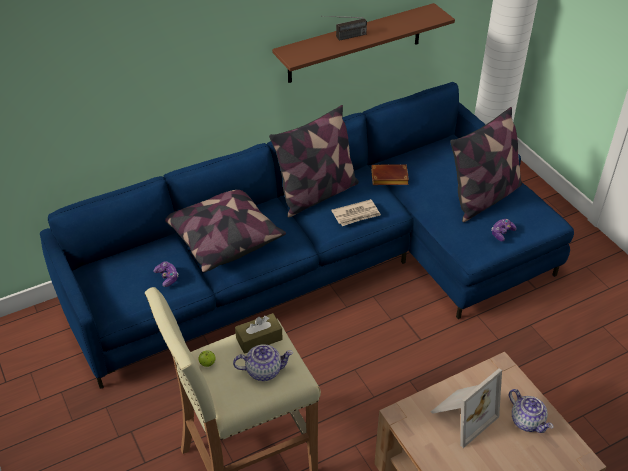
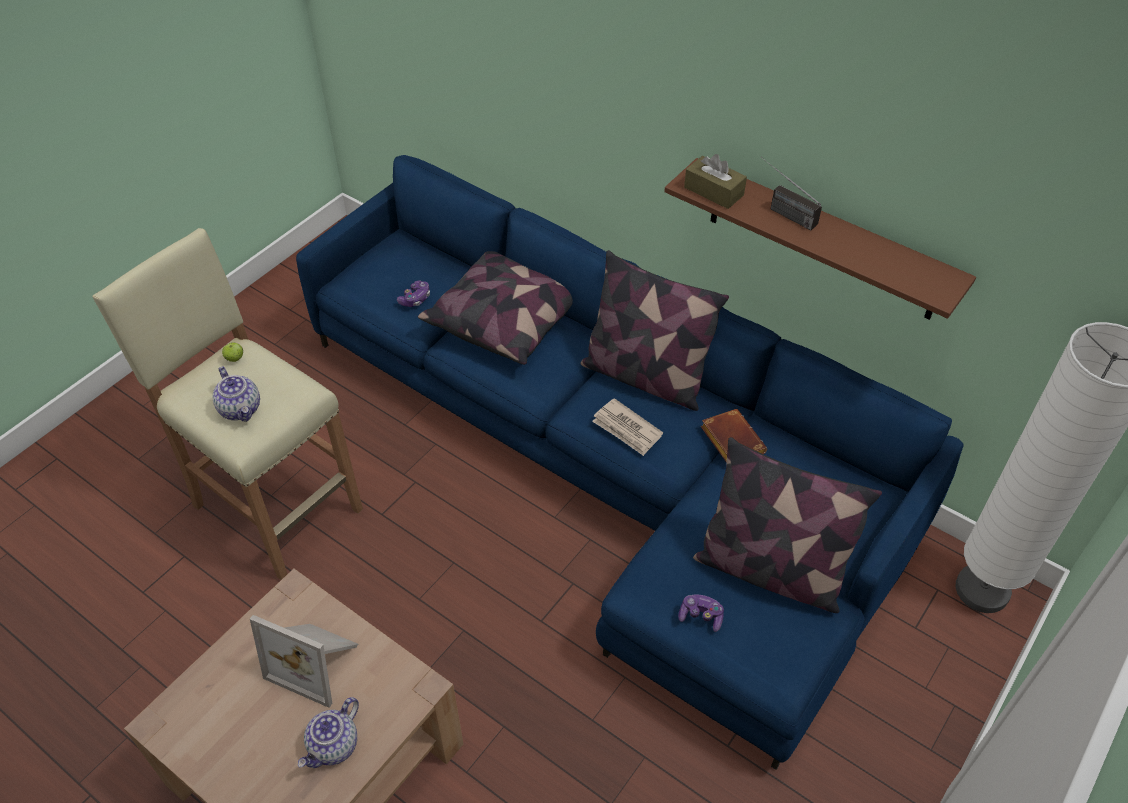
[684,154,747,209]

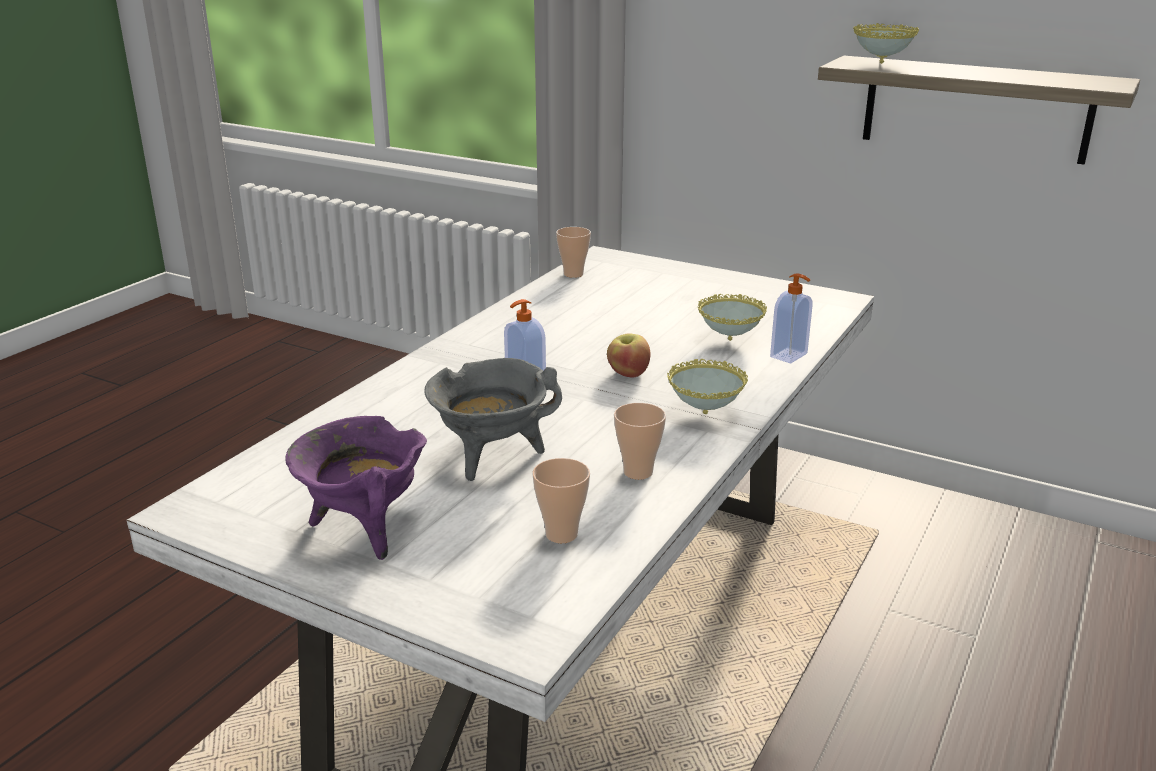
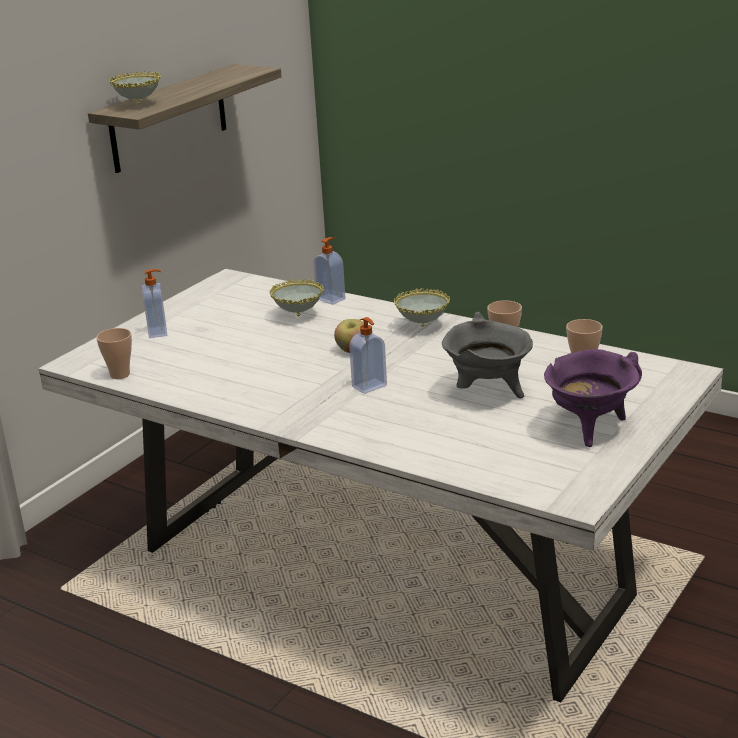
[142,269,167,338]

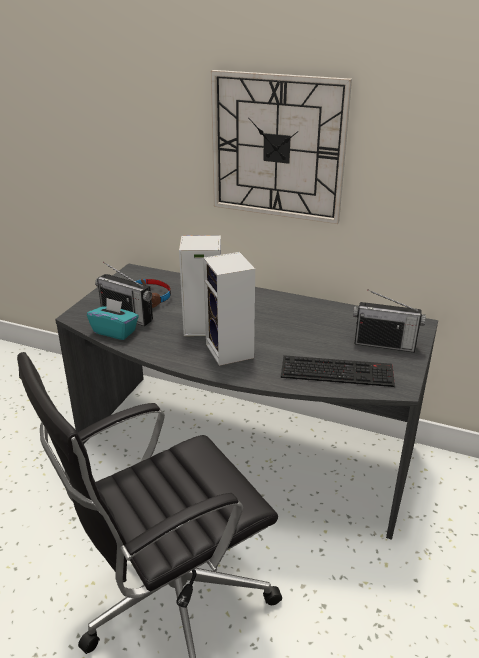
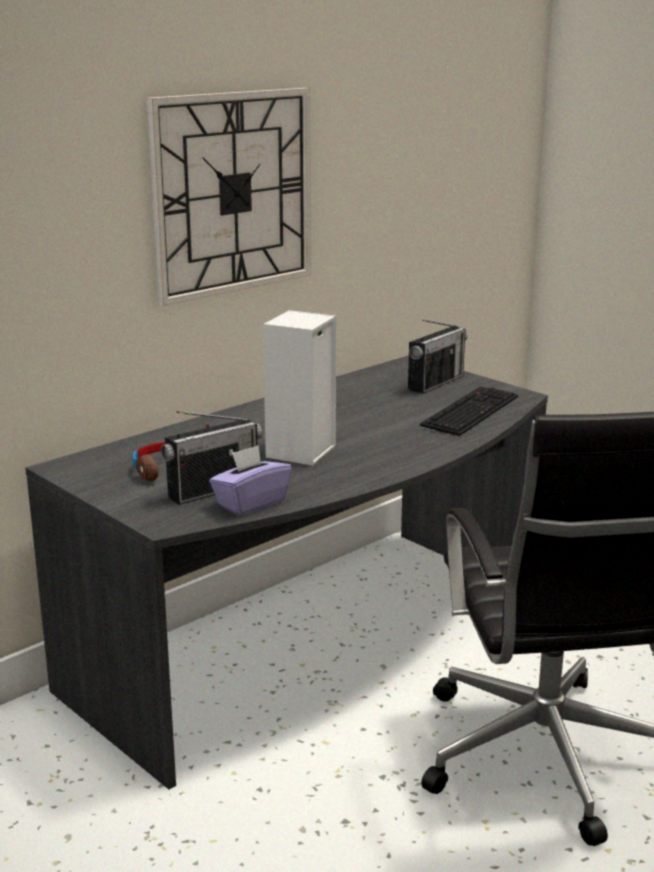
[209,445,292,516]
[203,252,255,366] (first image)

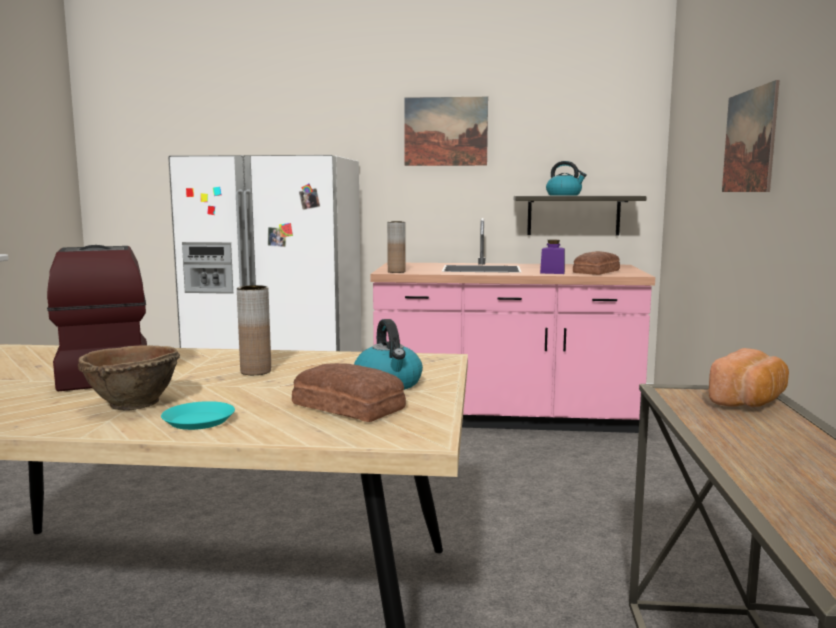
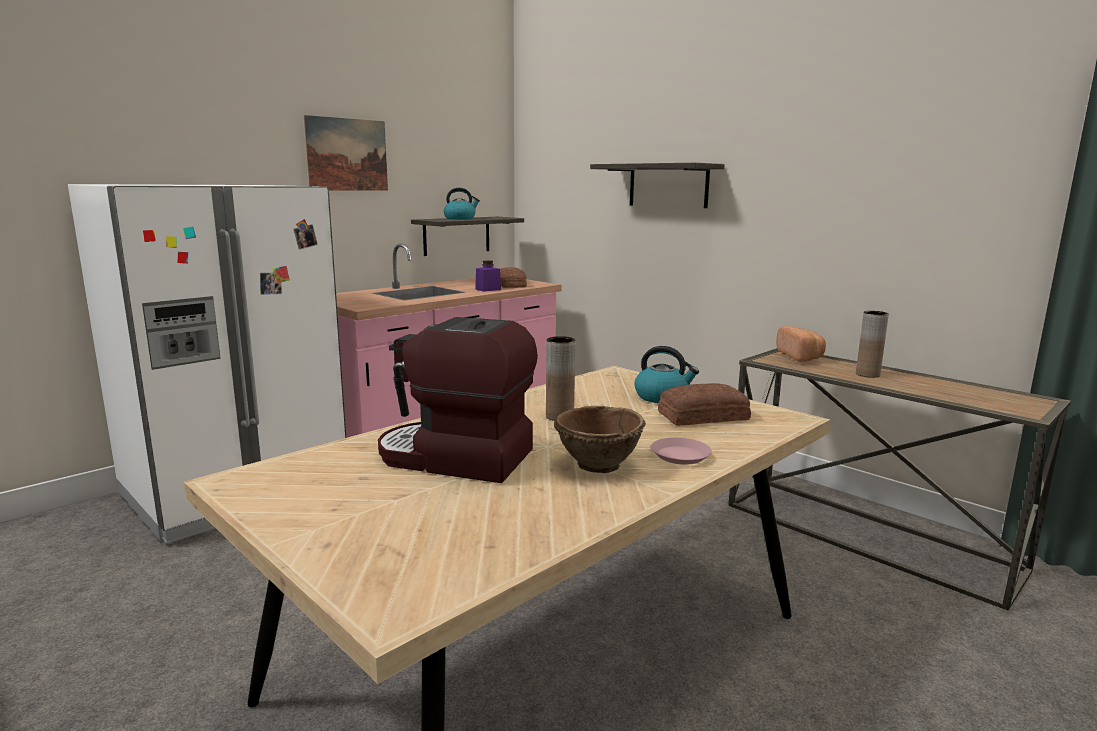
[651,437,712,465]
[856,311,889,378]
[590,163,725,208]

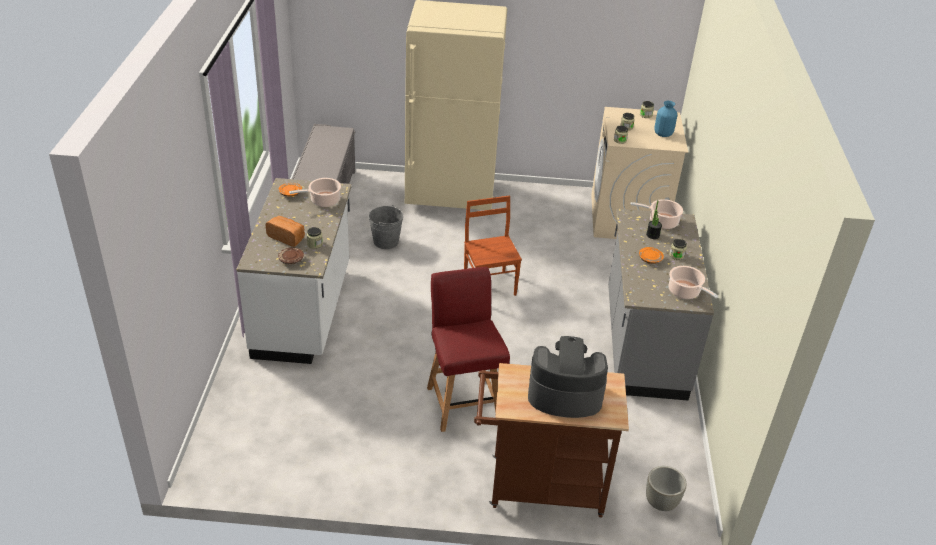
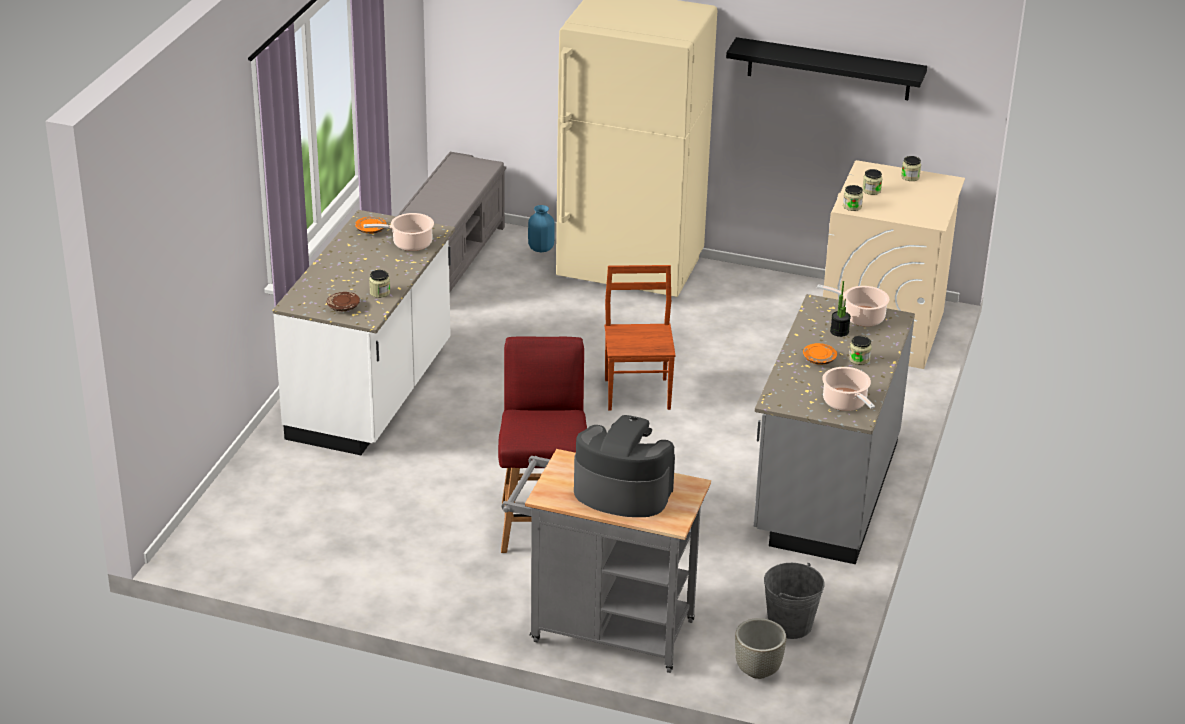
[265,216,305,247] (first image)
[764,563,824,639]
[502,449,711,673]
[528,205,555,252]
[726,37,927,100]

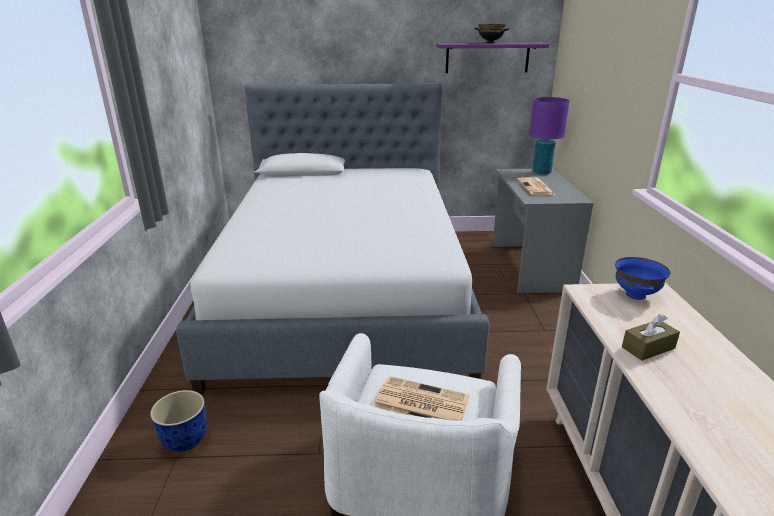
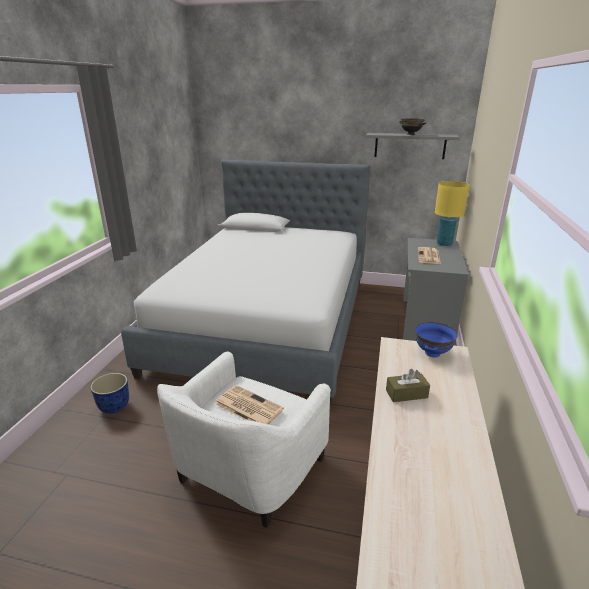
[366,133,459,159]
[435,181,470,246]

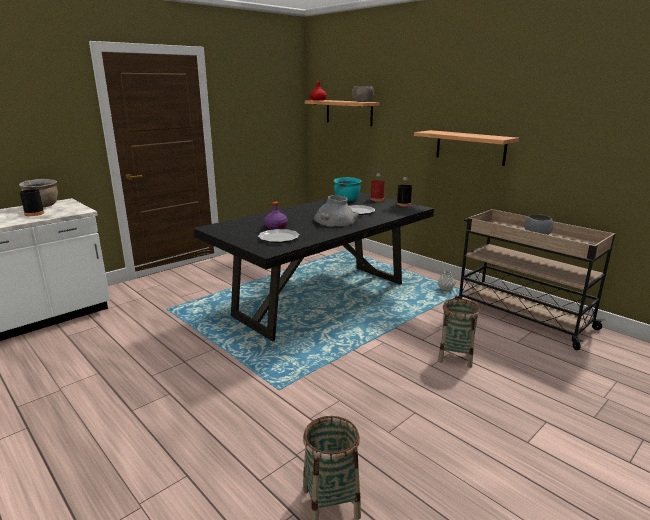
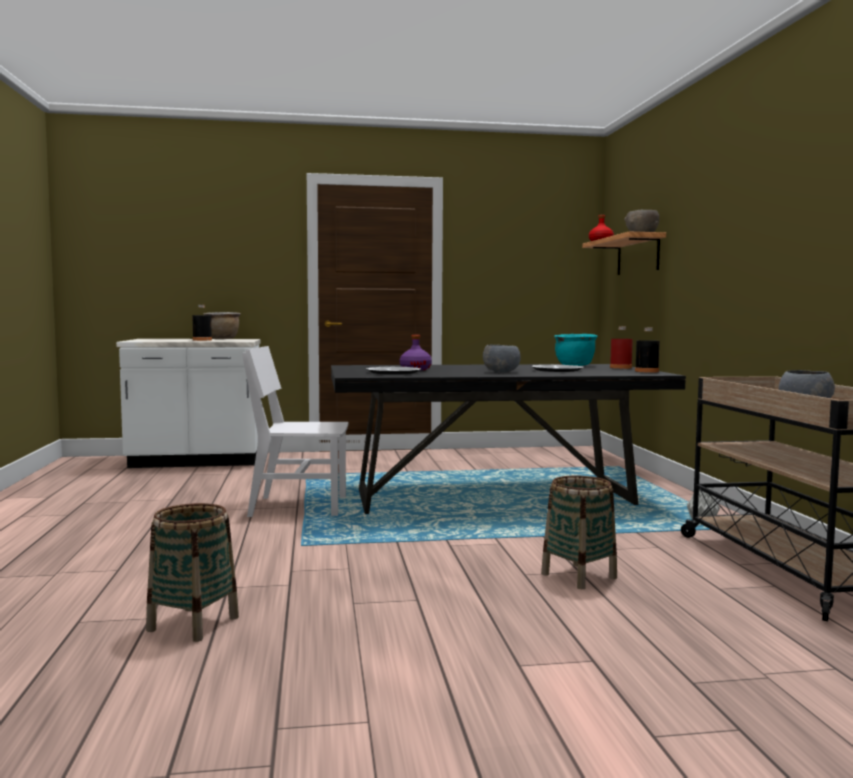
[483,345,521,372]
[414,130,519,166] (first image)
[242,346,348,517]

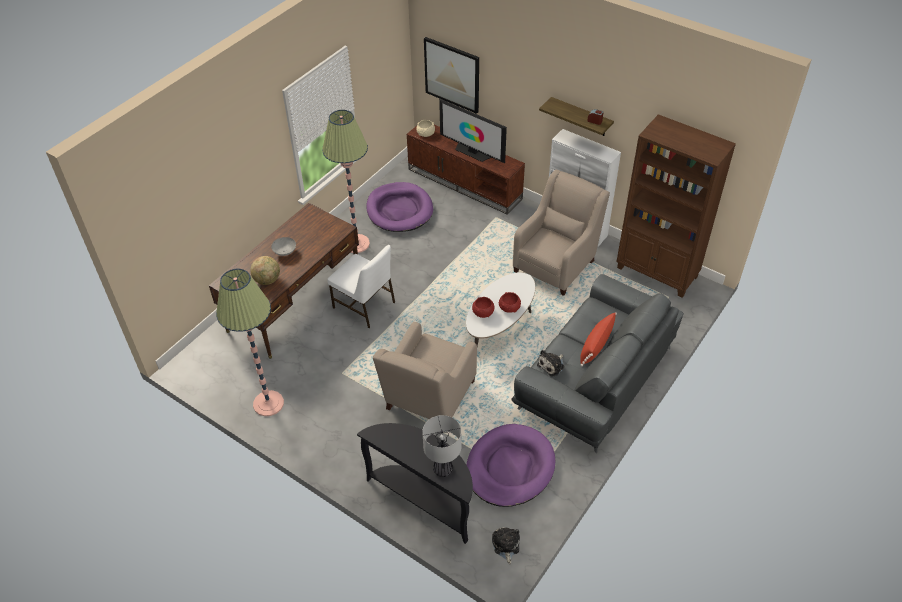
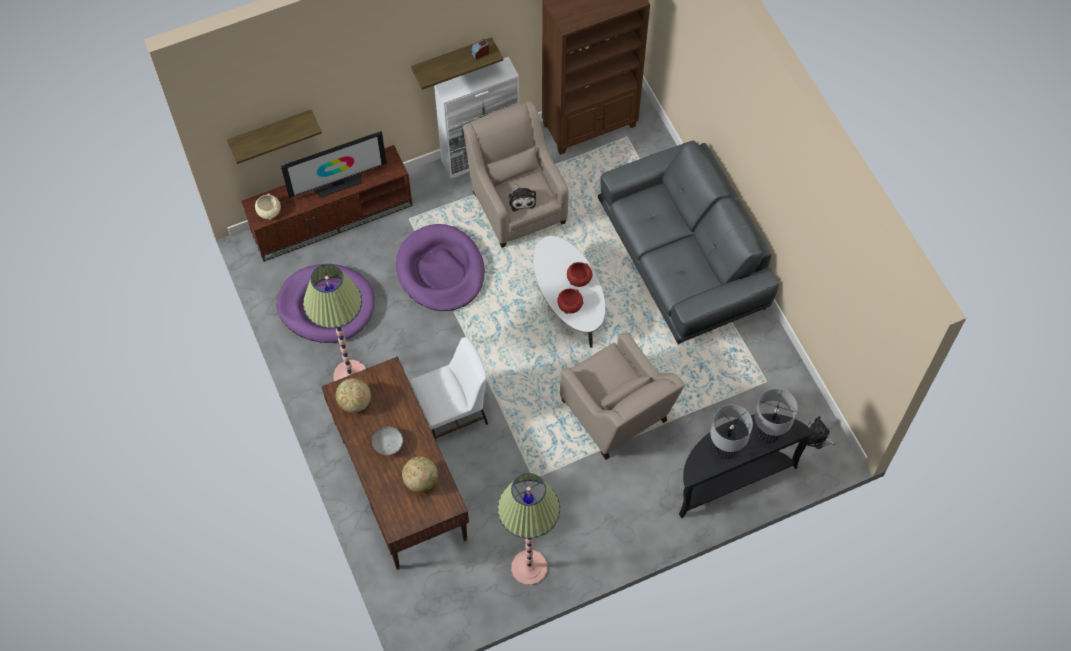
[227,110,322,164]
[396,224,485,311]
[509,184,536,211]
[580,312,617,366] (first image)
[336,378,371,413]
[710,405,753,459]

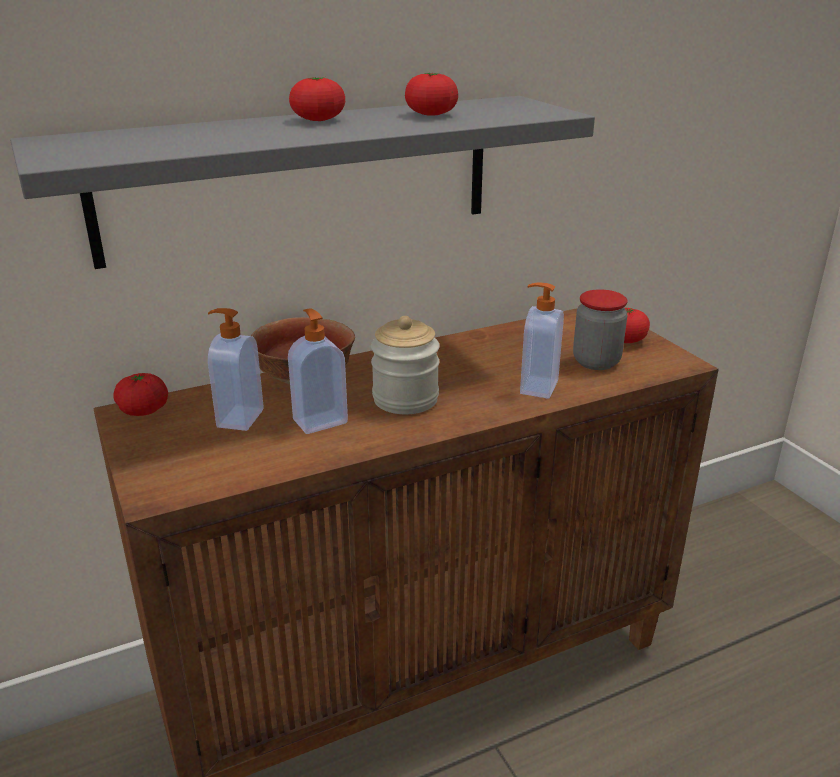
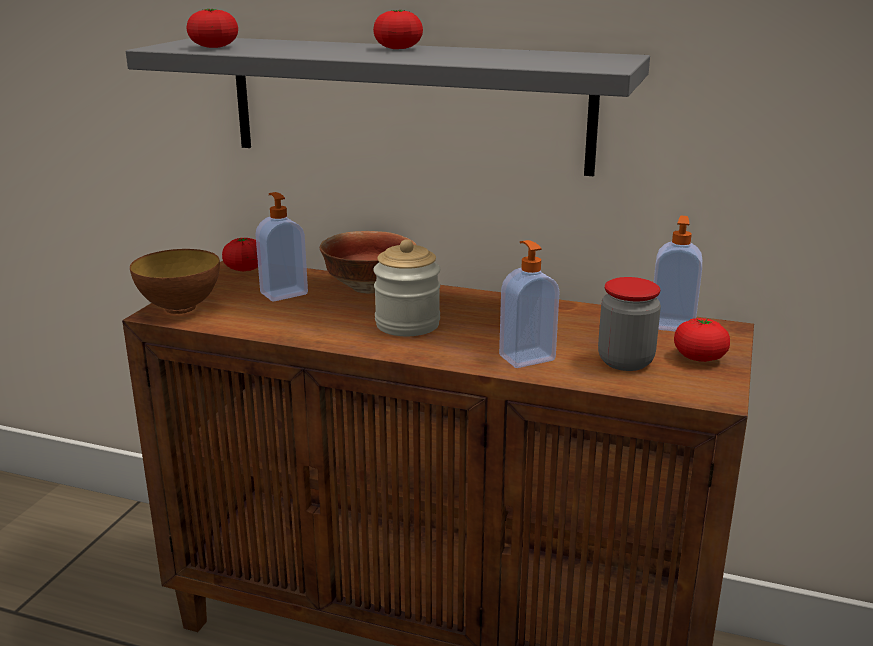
[654,216,702,331]
[187,9,238,48]
[130,249,220,314]

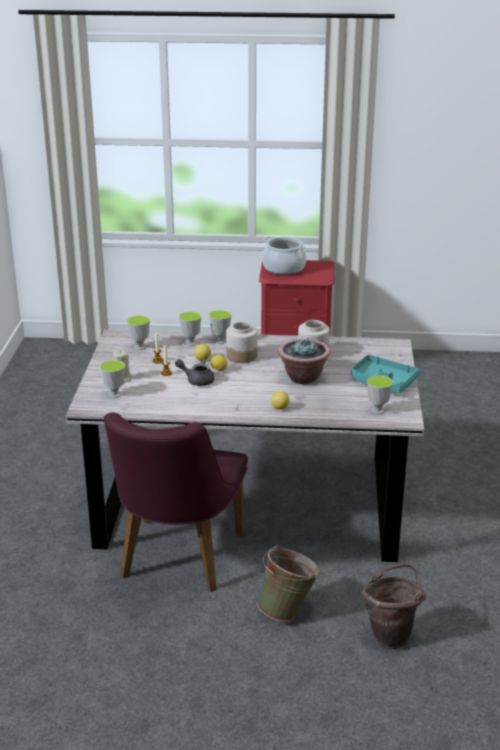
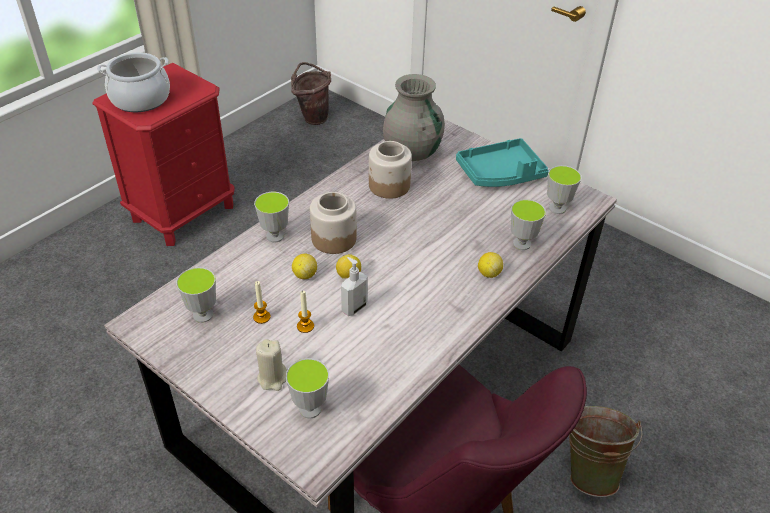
[341,257,368,316]
[511,199,546,250]
[278,338,330,384] (first image)
[291,62,331,125]
[383,74,445,161]

